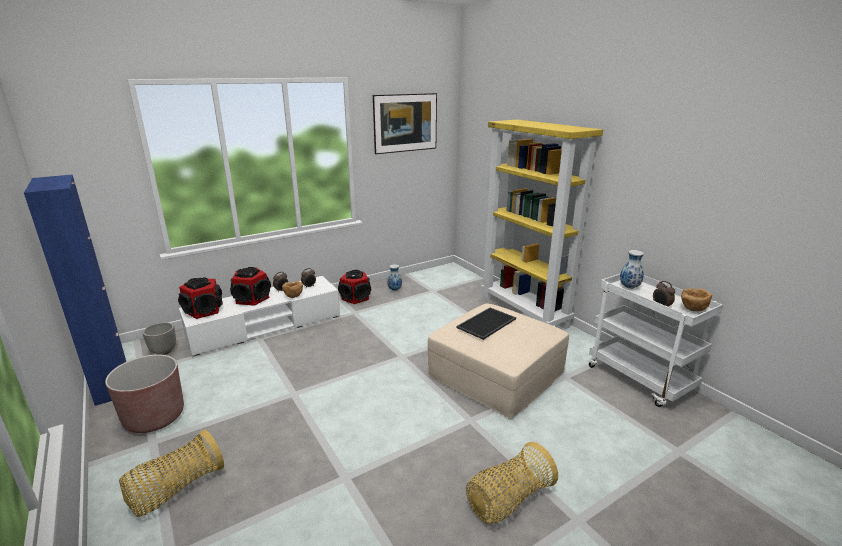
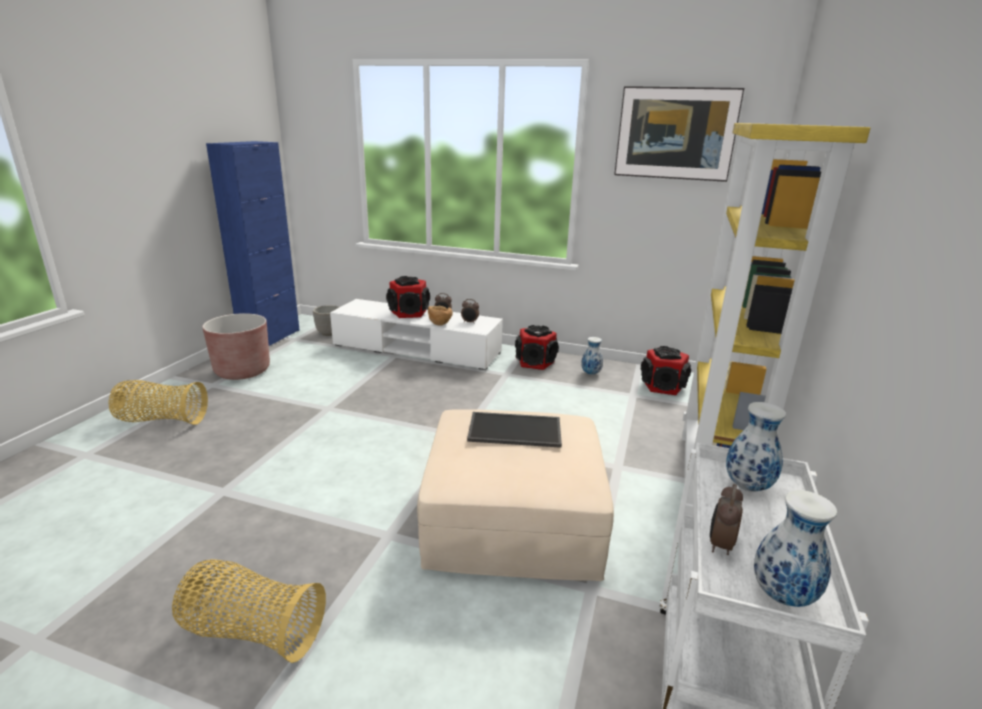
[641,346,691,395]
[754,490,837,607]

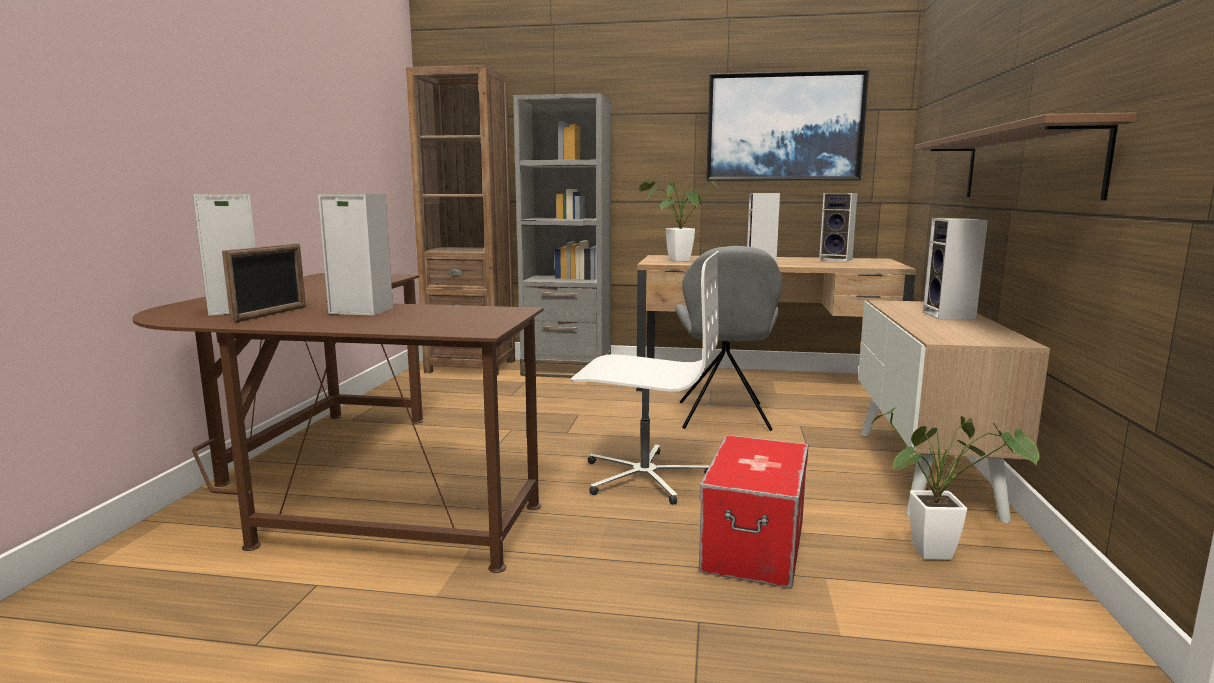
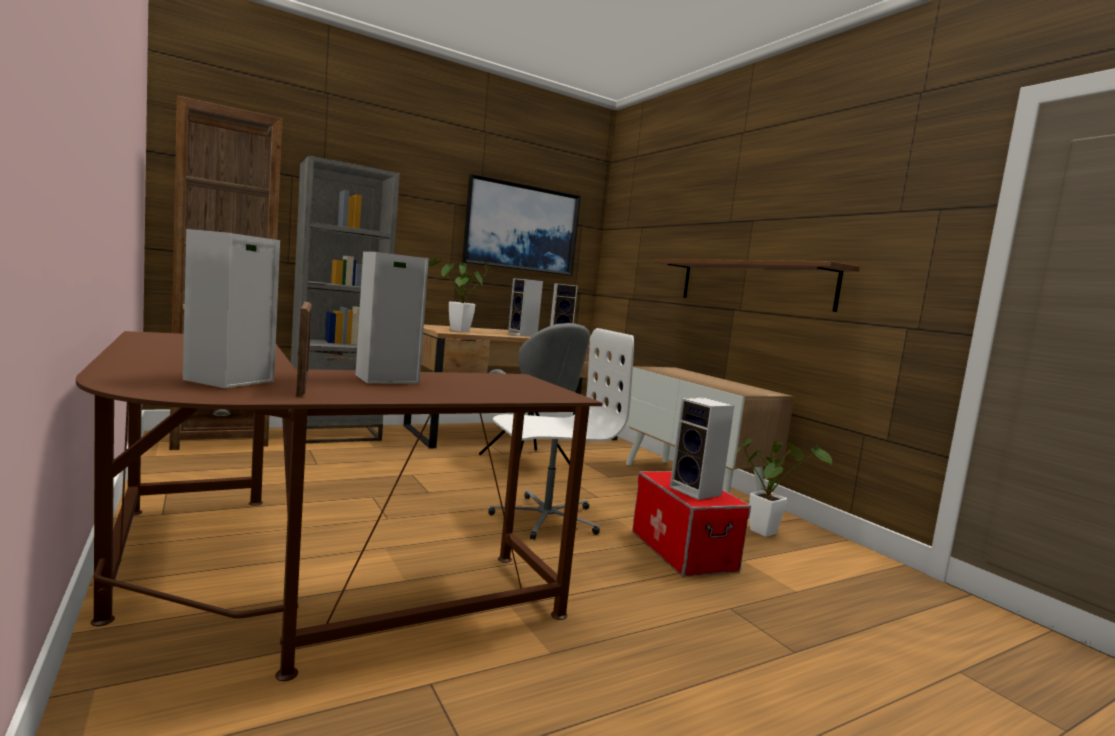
[670,398,735,500]

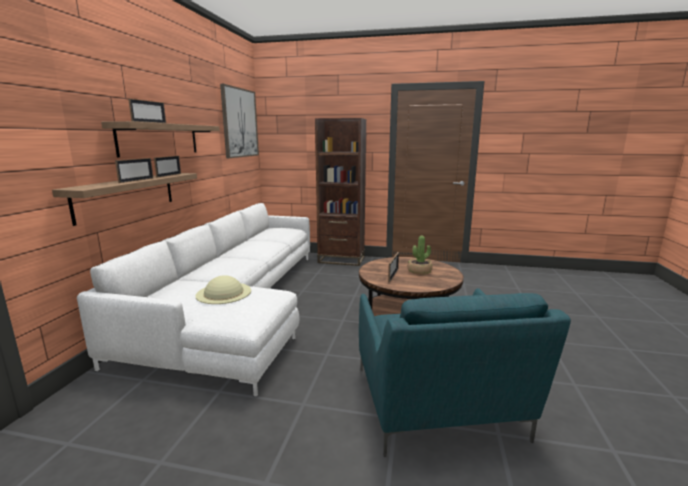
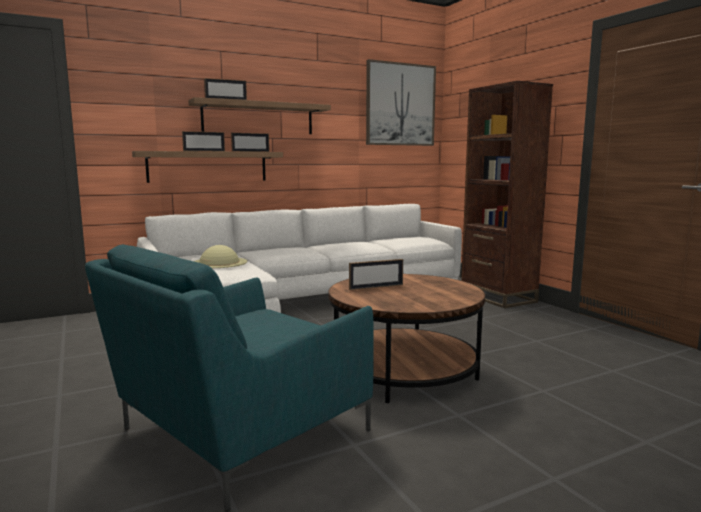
[408,235,433,275] (first image)

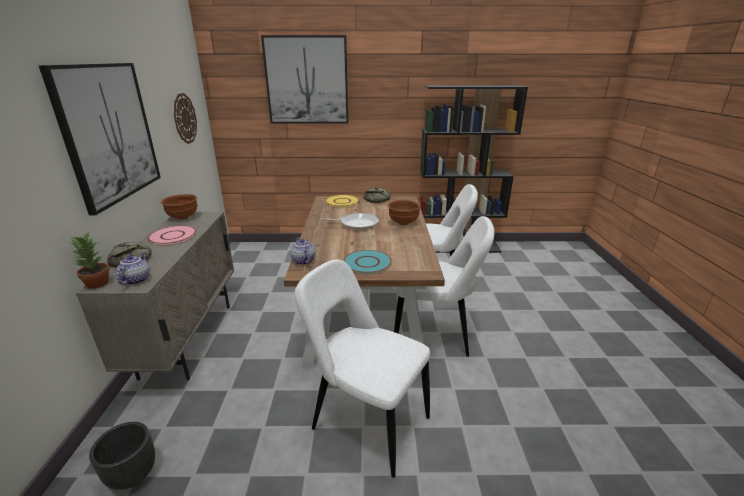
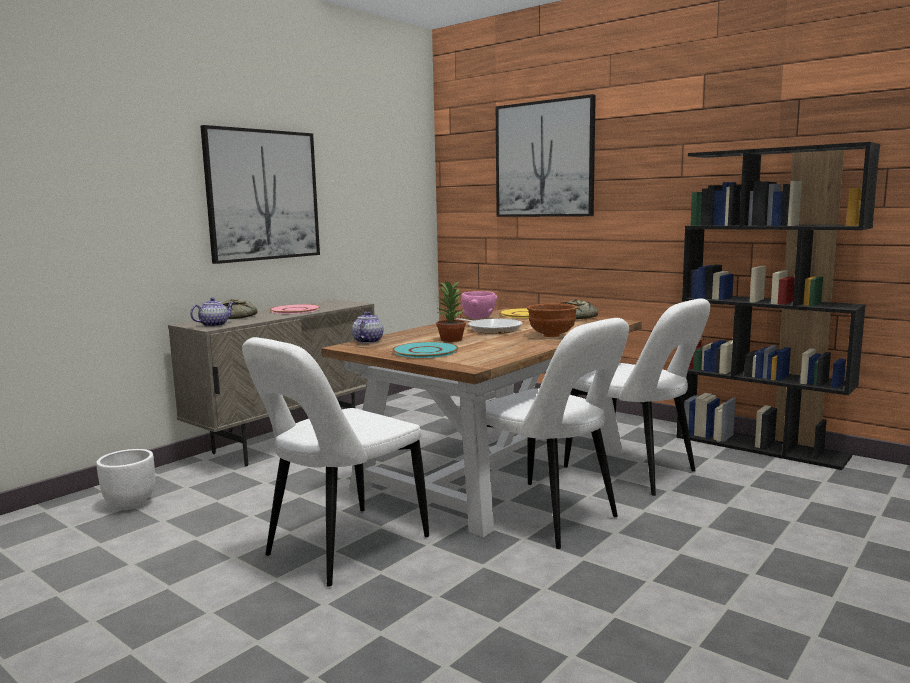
[436,281,466,342]
[96,449,155,510]
[161,194,197,220] (first image)
[174,93,197,144] (first image)
[242,337,429,587]
[461,291,497,319]

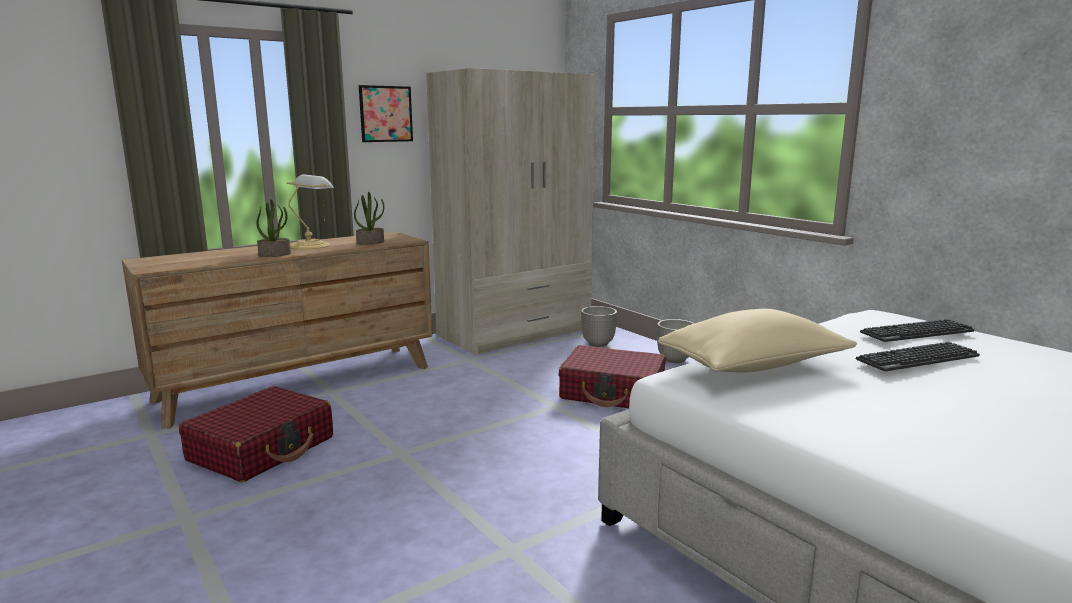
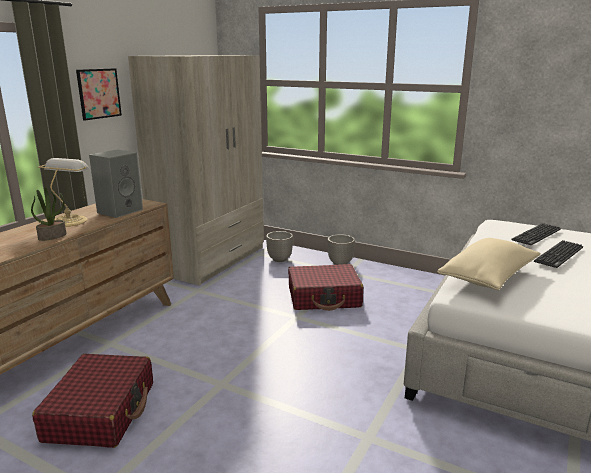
[89,149,143,218]

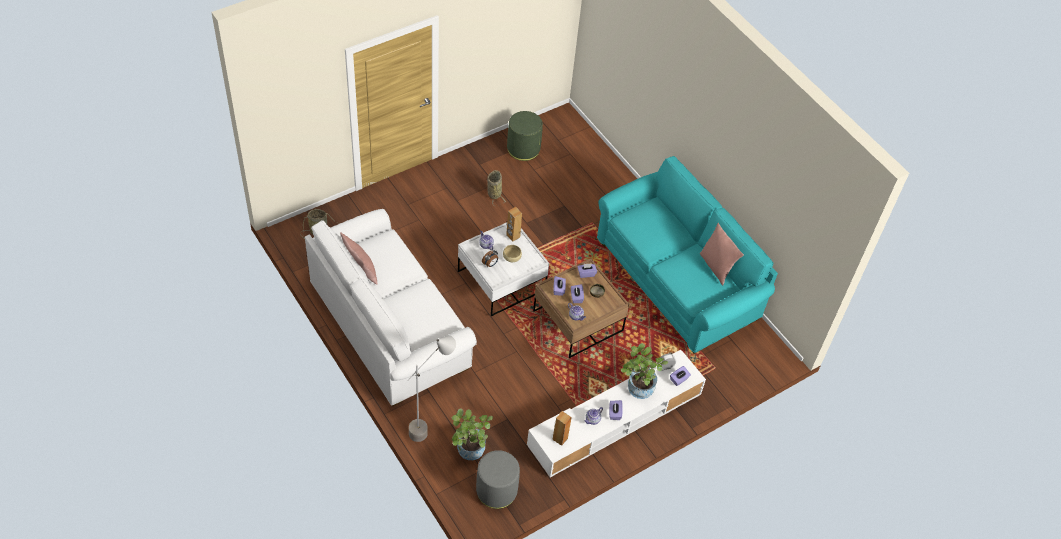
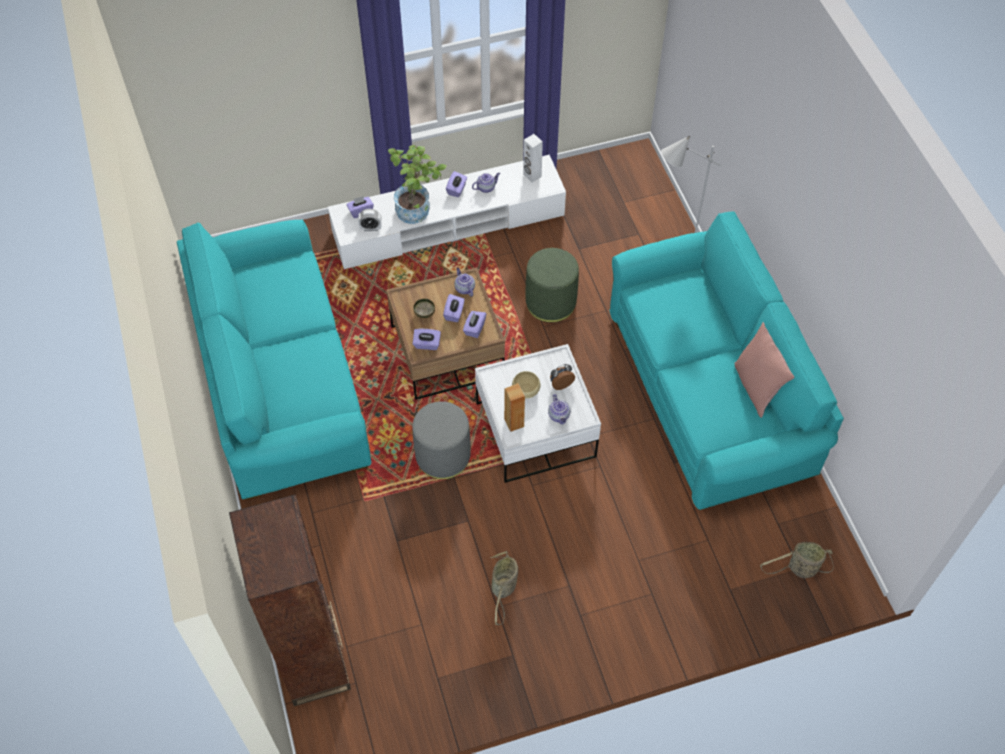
[610,212,844,510]
[451,409,493,460] (first image)
[412,401,471,479]
[526,248,579,323]
[523,134,543,182]
[700,223,744,285] (first image)
[229,495,351,706]

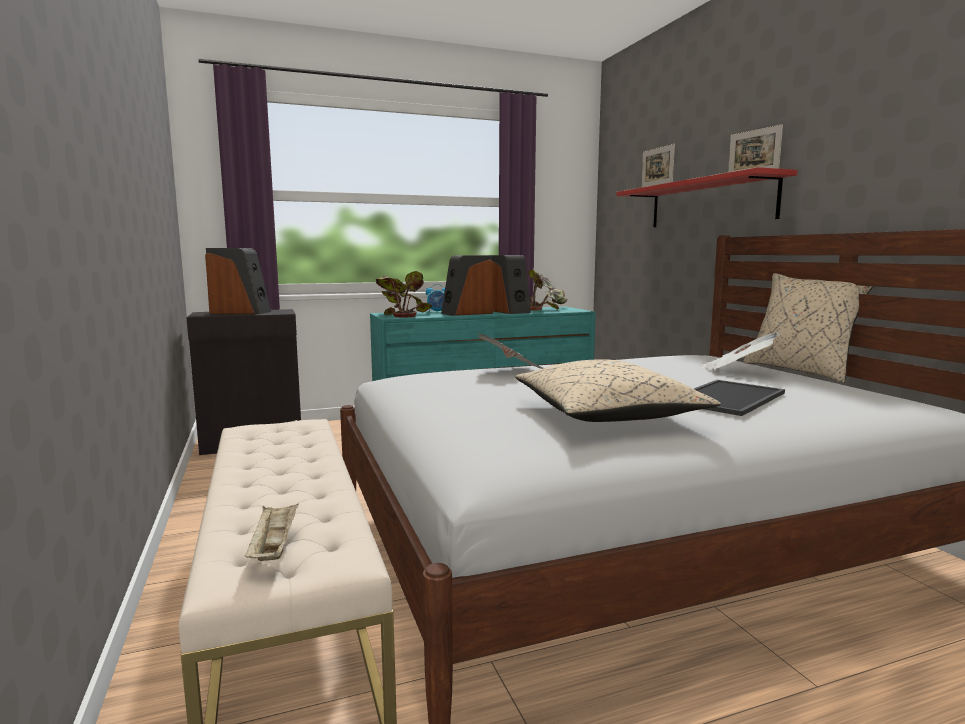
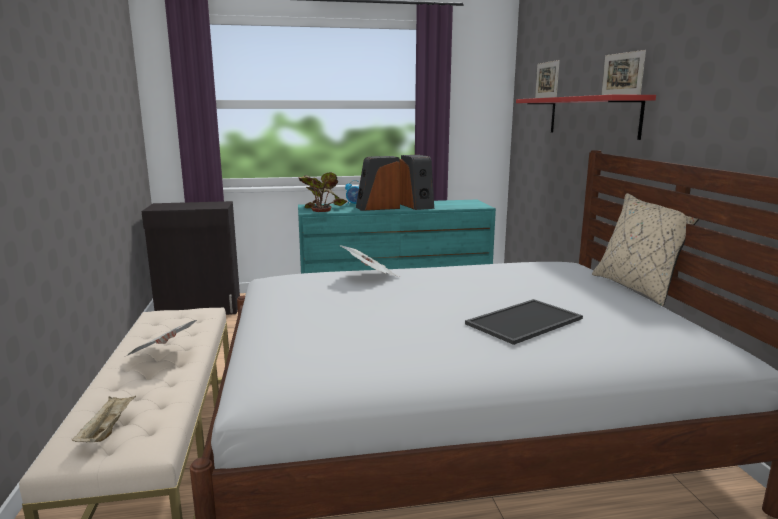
[205,248,271,314] (first image)
[515,359,721,422] (first image)
[529,269,567,310] (first image)
[124,320,197,357]

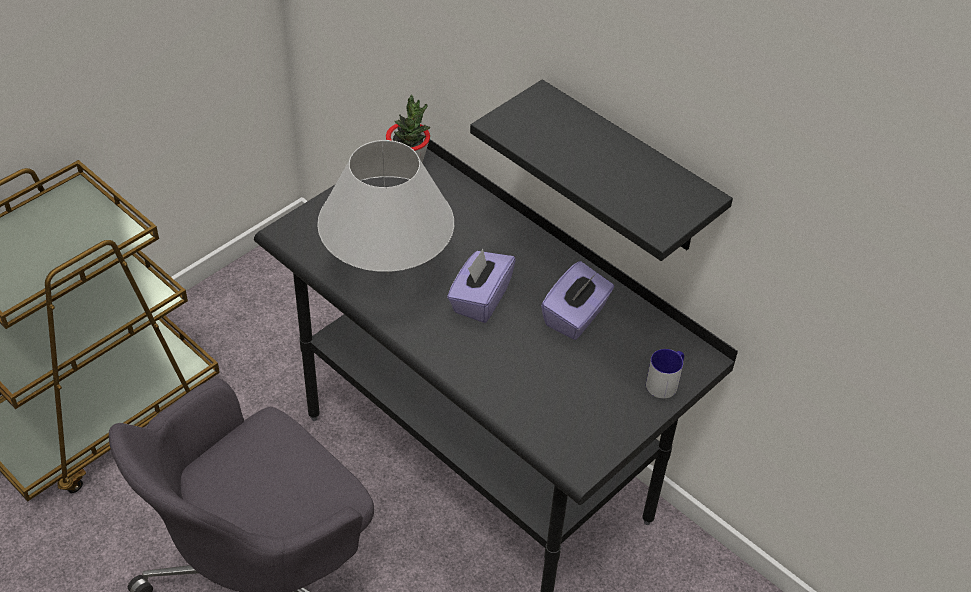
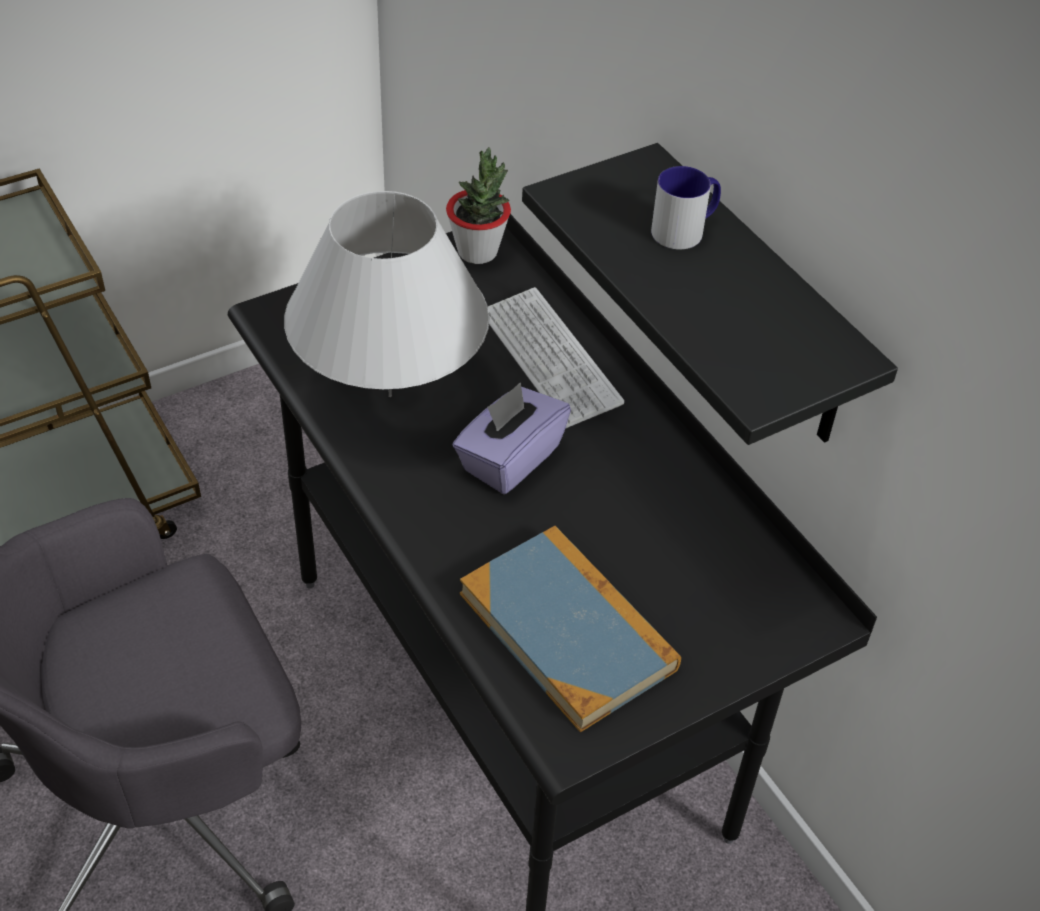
[541,261,614,340] (first image)
[651,166,721,249]
[460,526,681,733]
[488,287,624,428]

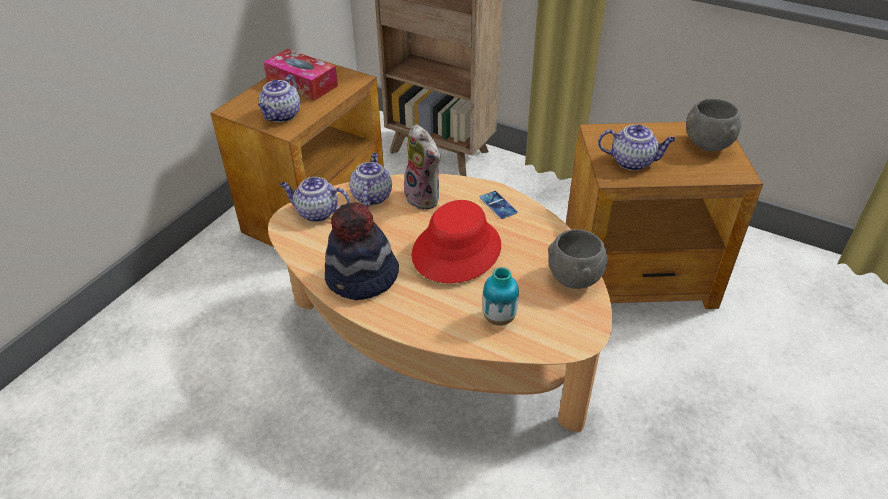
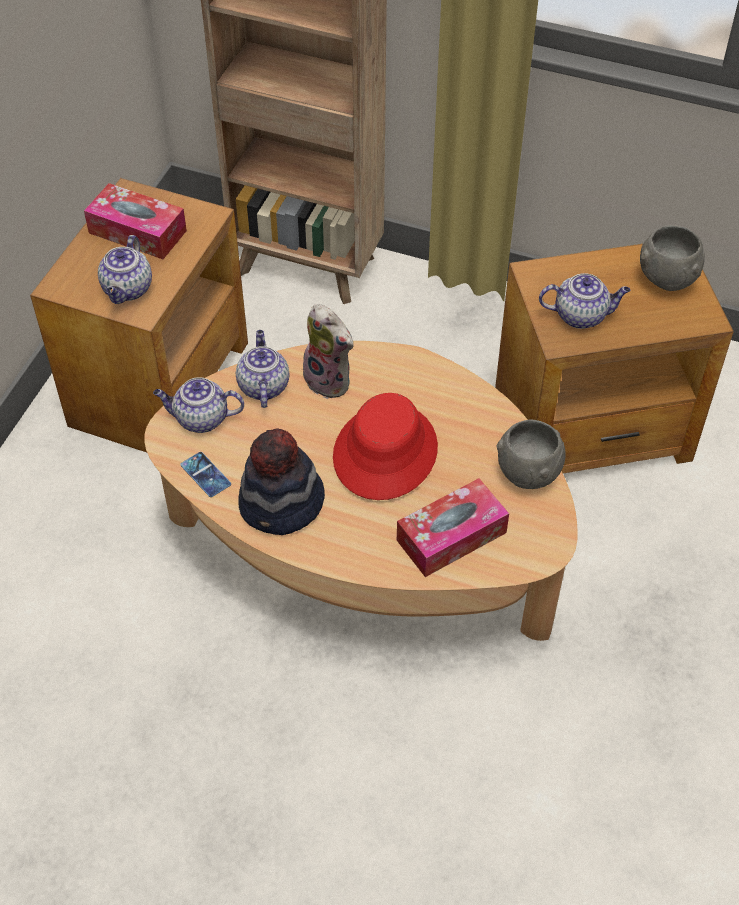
[180,452,231,497]
[397,478,509,577]

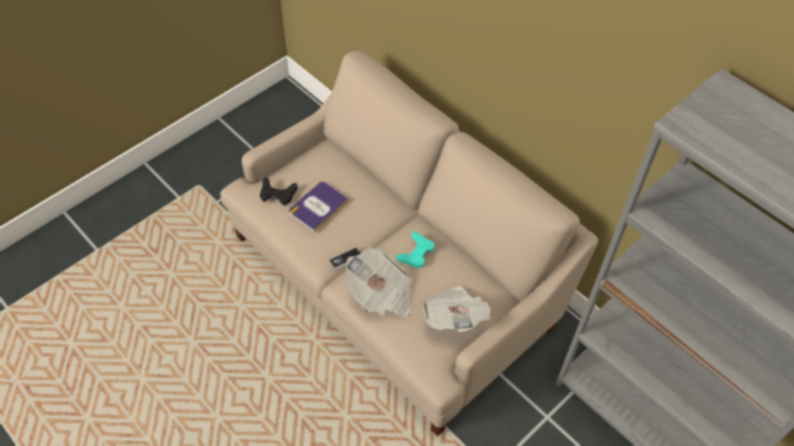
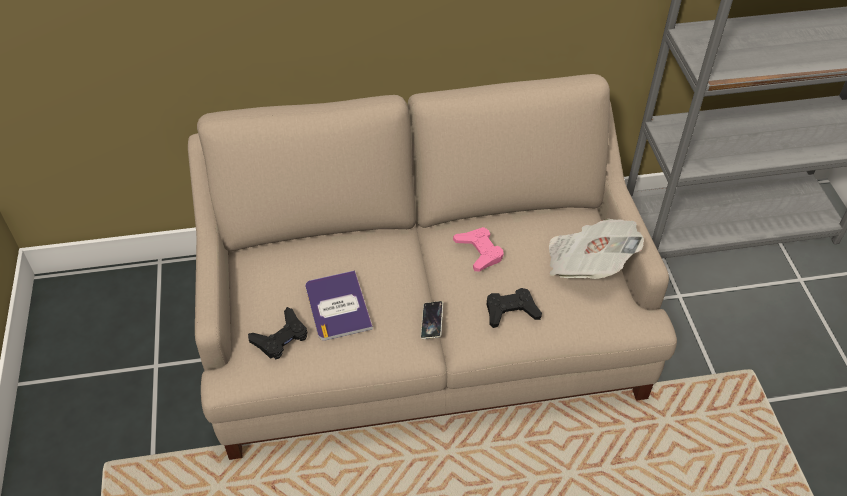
[486,288,542,328]
[453,227,504,272]

